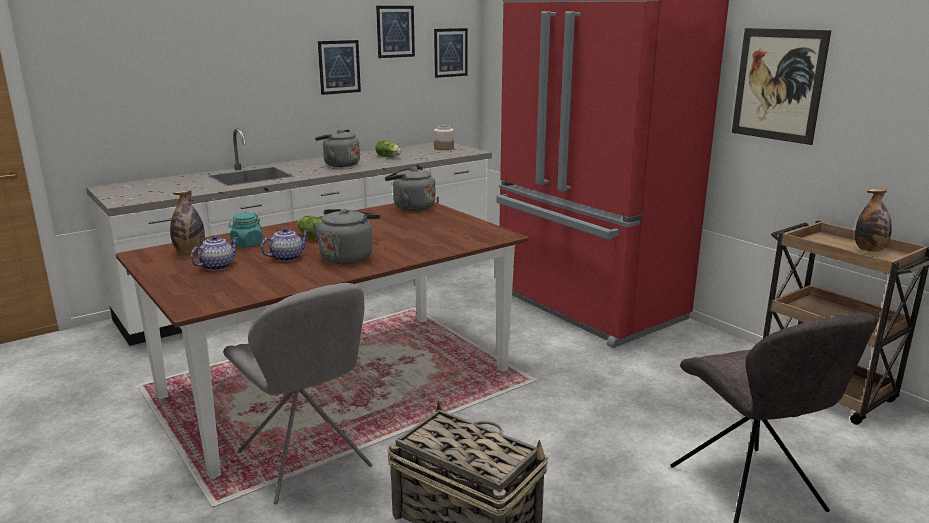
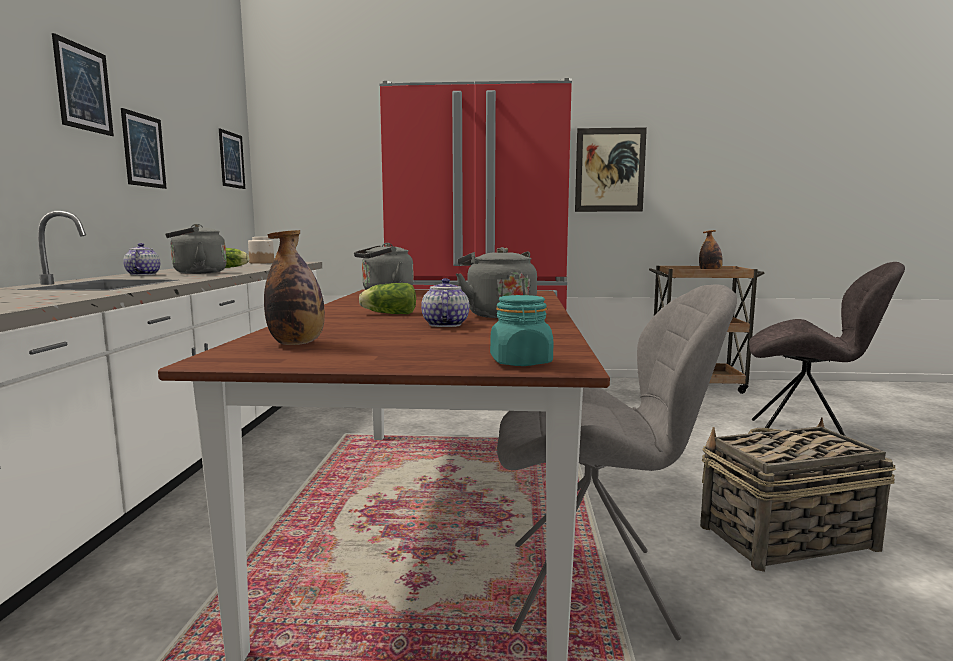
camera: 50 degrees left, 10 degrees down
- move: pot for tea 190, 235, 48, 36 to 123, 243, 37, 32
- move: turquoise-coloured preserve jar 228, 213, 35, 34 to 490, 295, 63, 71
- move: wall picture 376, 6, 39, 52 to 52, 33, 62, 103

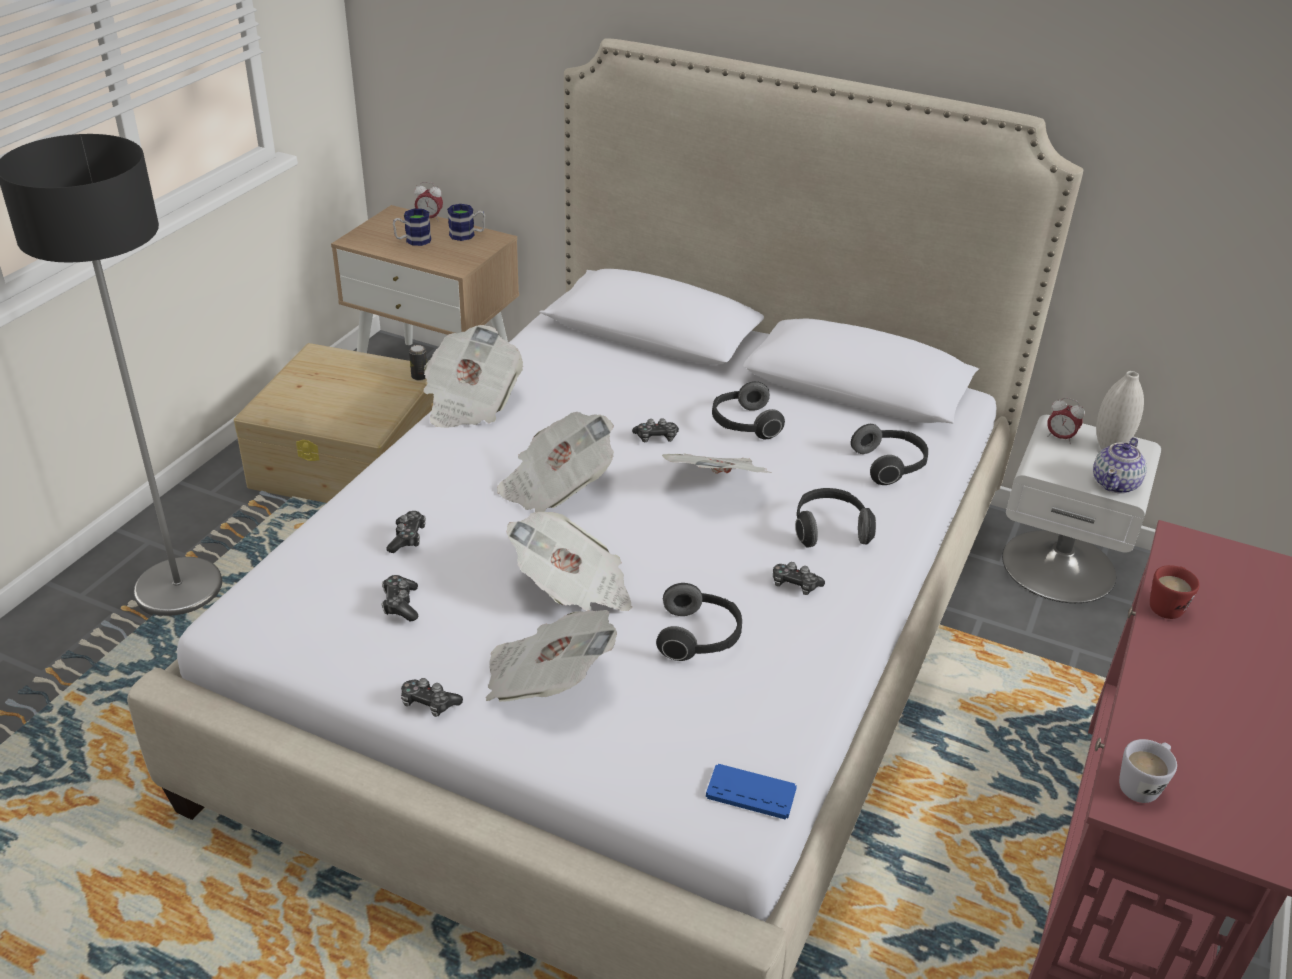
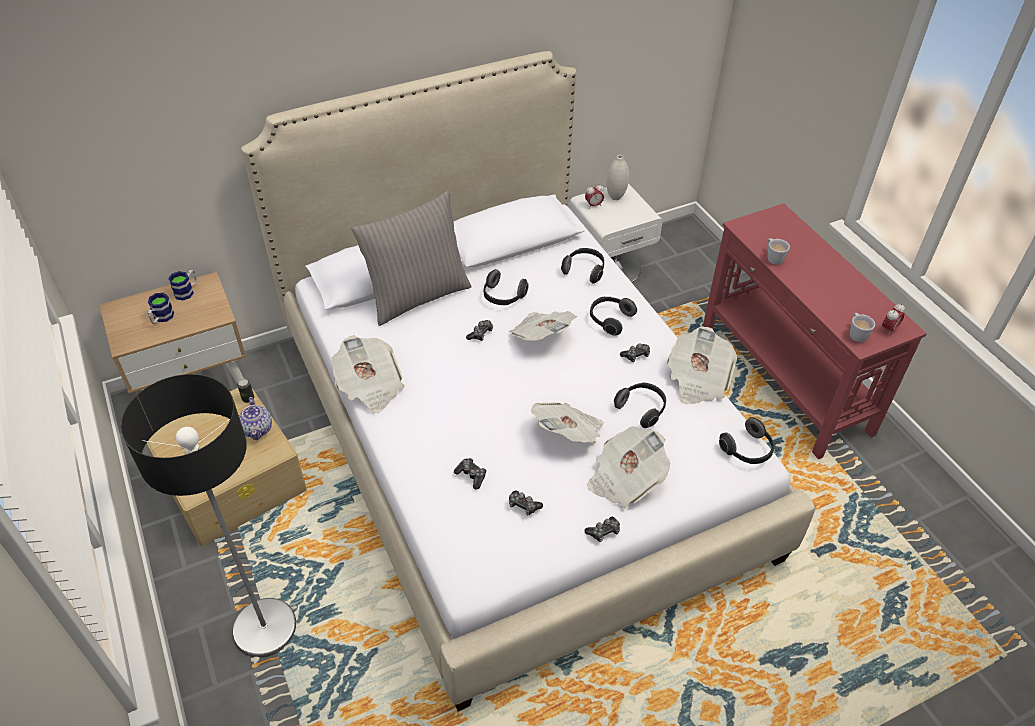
camera: 50 degrees left, 10 degrees up
- insert: gray throw pillow 351, 191, 121, 135
- move: table clock 414, 182, 29, 40 to 882, 303, 23, 32
- move: newspaper 497, 412, 117, 100 to 667, 327, 70, 77
- move: pot for tea 1093, 437, 54, 57 to 239, 397, 33, 43
- replace: blue joypad 706, 764, 91, 56 to pair of headphones 719, 417, 56, 47
- recolor: red mug 1150, 565, 50, 54 to white mug 767, 238, 23, 27

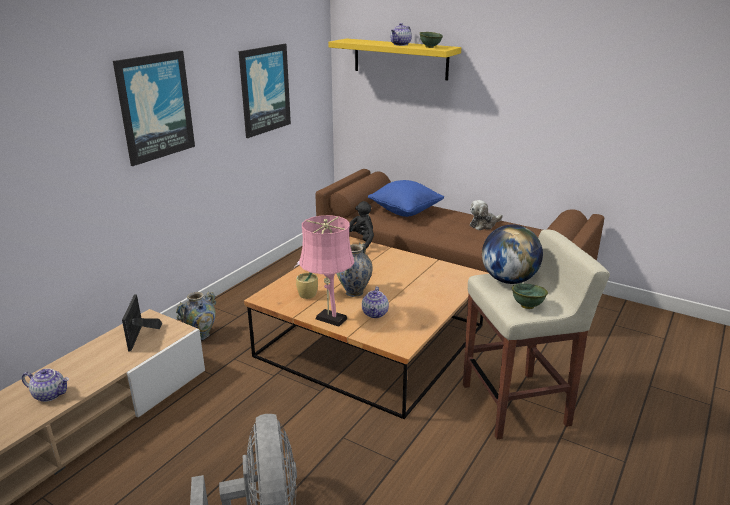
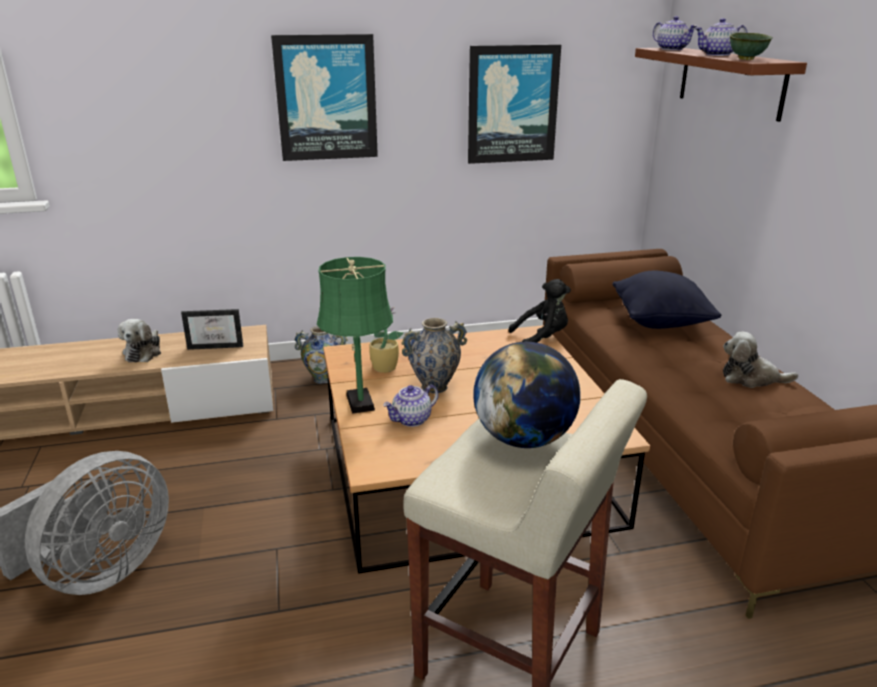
camera: 45 degrees right, 0 degrees up
- delete: green-coloured bowl 512, 283, 36, 26
- insert: plush toy 118, 319, 43, 43
- move: pot for tea 22, 368, 47, 34 to 653, 16, 44, 34
- recolor: pink-coloured lamp for a table 299, 215, 55, 112 to green-coloured lamp for a table 317, 257, 76, 157
- recolor: yellow wall shelf 328, 38, 133, 43 to brownish wall shelf 635, 48, 172, 74
- recolor: blue throw pillow 368, 180, 76, 37 to black-coloured throw pillow 612, 271, 109, 58
- rotate: standing frame 122, 294, 40, 58 = 181, 309, 62, 41 135 degrees counterclockwise

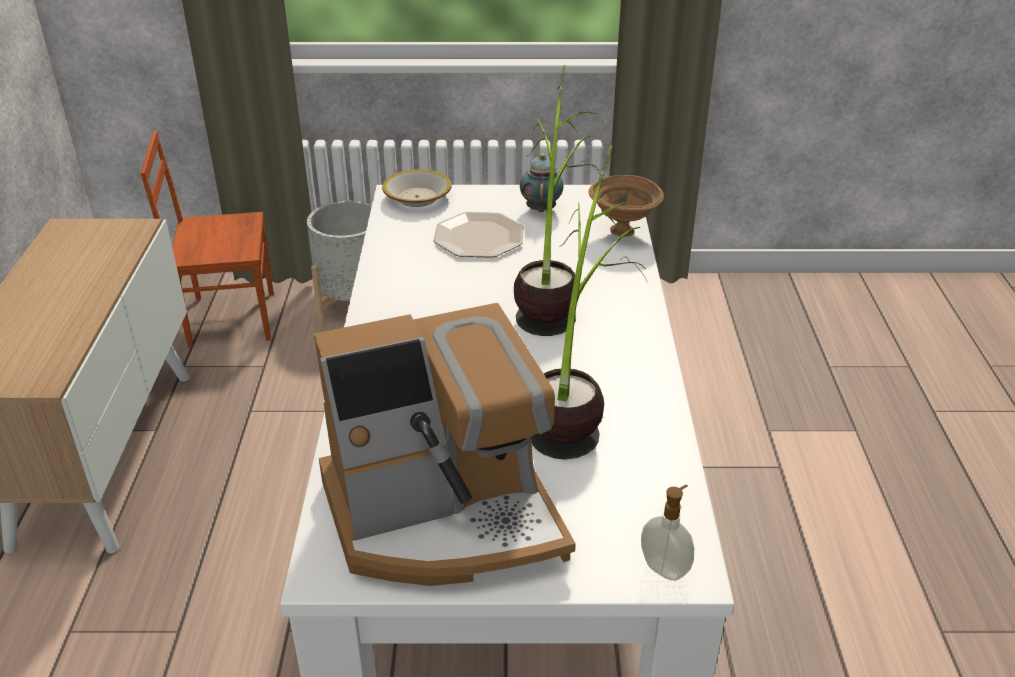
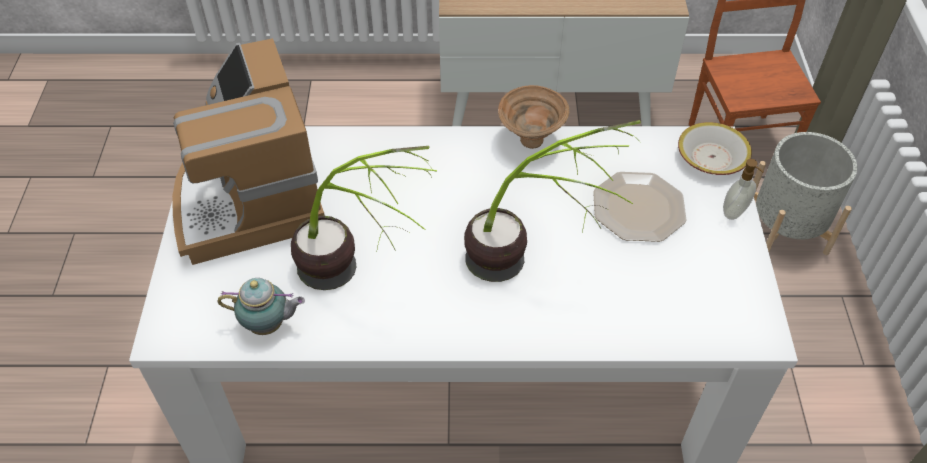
camera: 90 degrees right, 15 degrees up
- move: pot for tea 520, 153, 44, 59 to 217, 278, 88, 57
- move: brownish bowl 588, 175, 76, 62 to 498, 85, 71, 64
- move: soap bottle 641, 485, 53, 96 to 723, 159, 41, 61

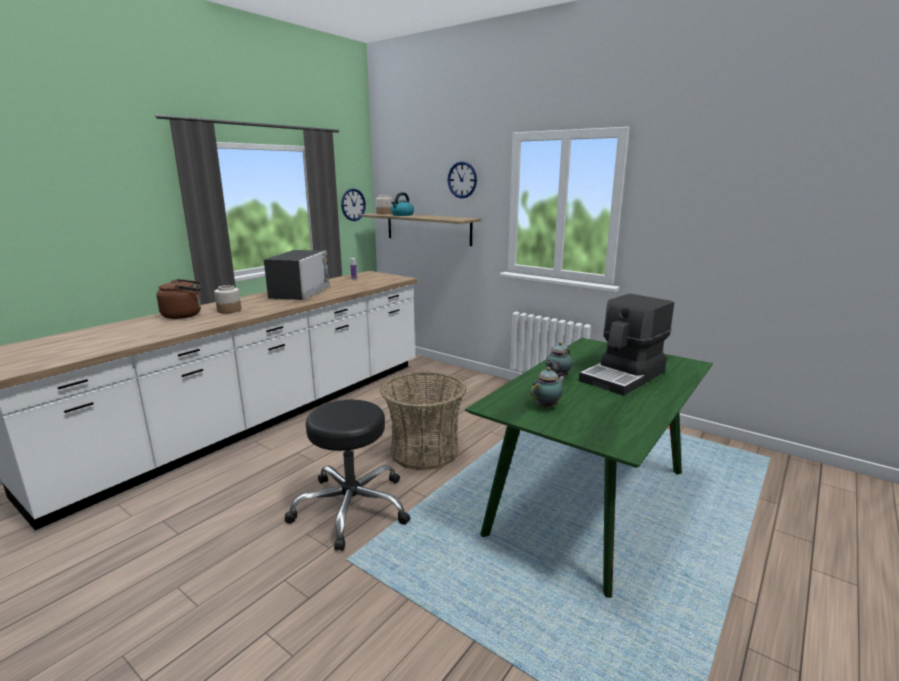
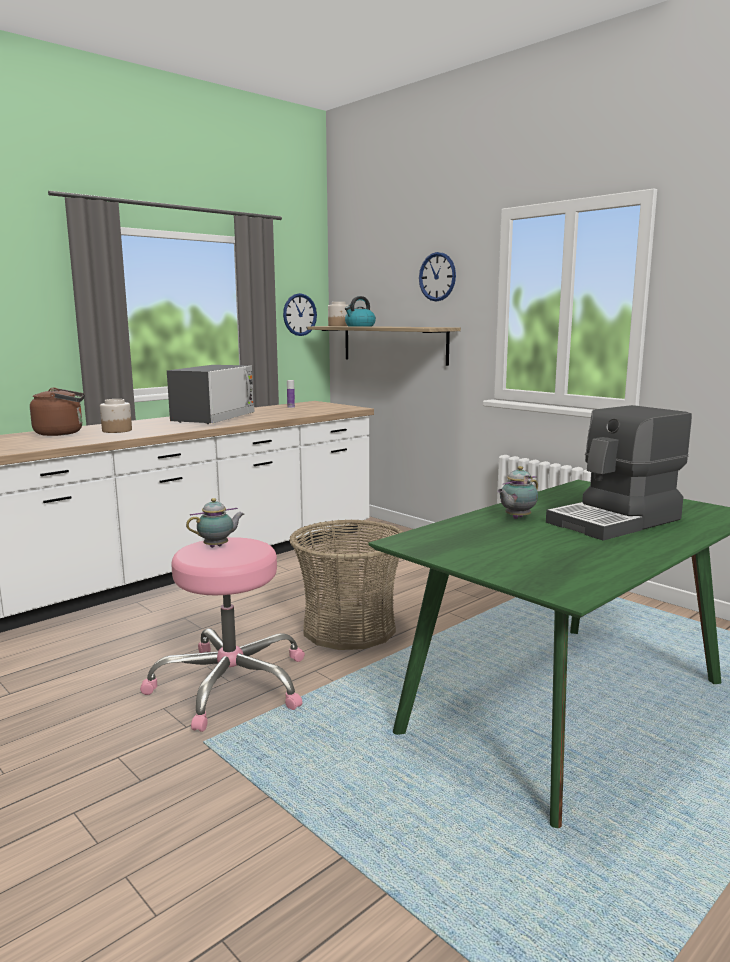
camera: 10 degrees right, 5 degrees down
- move: pot for tea 530, 367, 36, 41 to 186, 498, 58, 50
- recolor: black-coloured stool seat 285, 400, 126, 151 to pink-coloured stool seat 140, 537, 165, 195

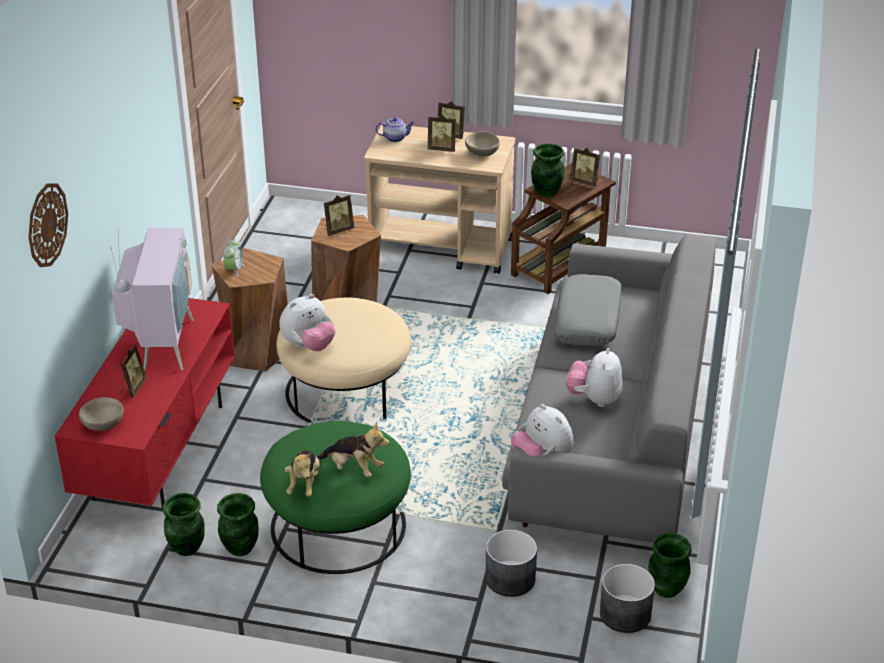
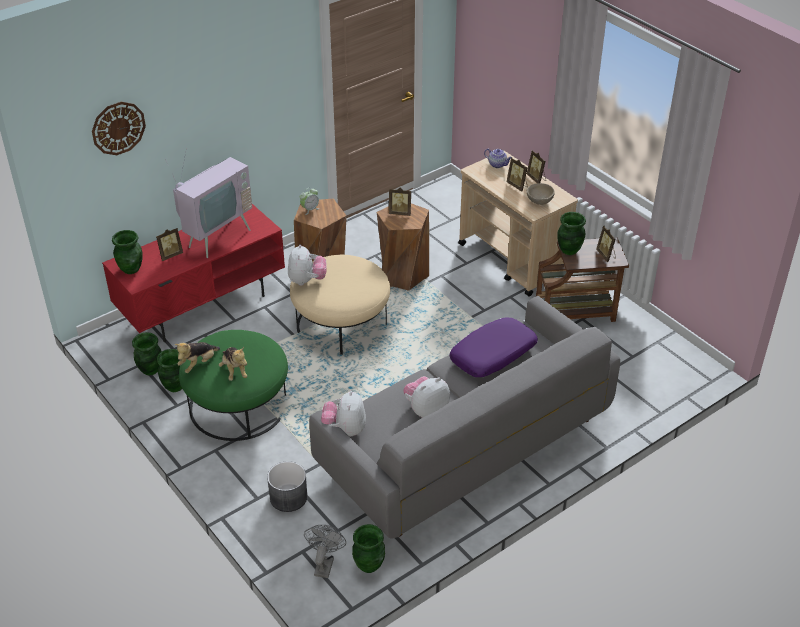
camera: 40 degrees right, 5 degrees up
- replace: sand-coloured bowl 79, 397, 45, 34 to green-coloured vase 112, 230, 31, 44
- replace: gray plant pot 600, 564, 55, 69 to gray electric fan 304, 525, 42, 53
- recolor: gray throw pillow 554, 274, 68, 72 to purple-coloured throw pillow 450, 318, 88, 59
- rotate: plush toy 279, 294, 57, 57 = 288, 244, 39, 42 90 degrees counterclockwise

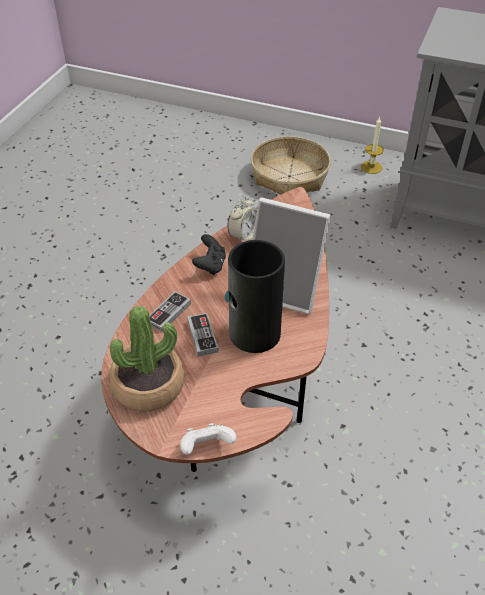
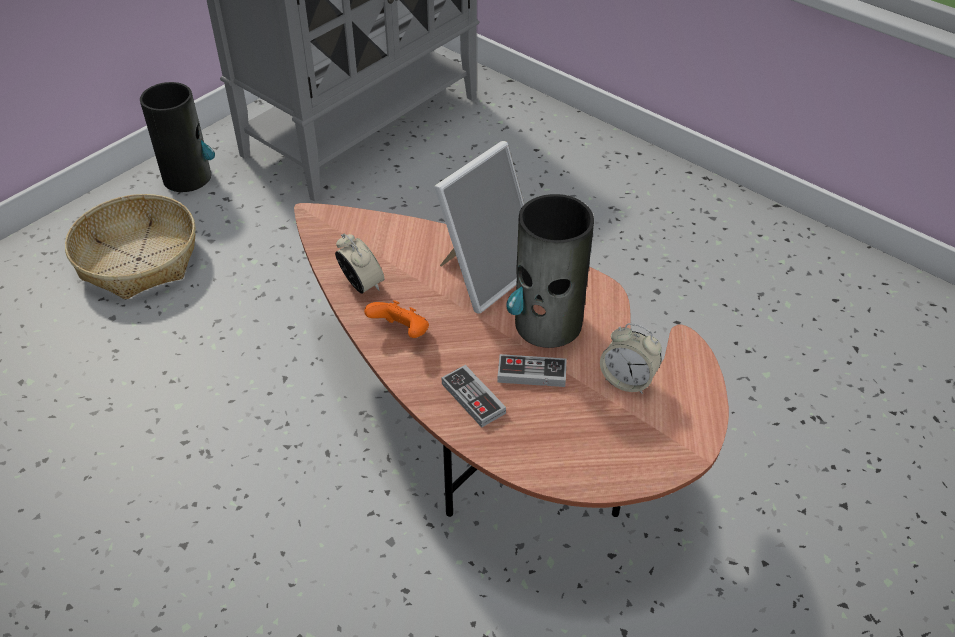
camera: 70 degrees left, 0 degrees up
- delete: houseplant 109, 306, 75, 106
- delete: white joypad 180, 423, 56, 32
- insert: table clock 600, 323, 62, 71
- replace: wax candle 361, 117, 23, 57 to vase 140, 82, 75, 110
- recolor: black-coloured joypad 192, 234, 34, 41 to orange joypad 364, 300, 65, 38

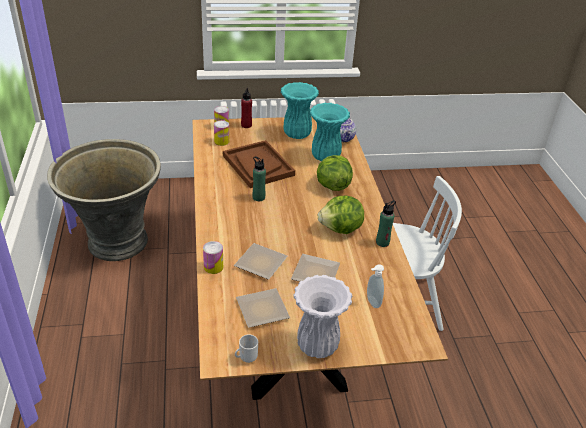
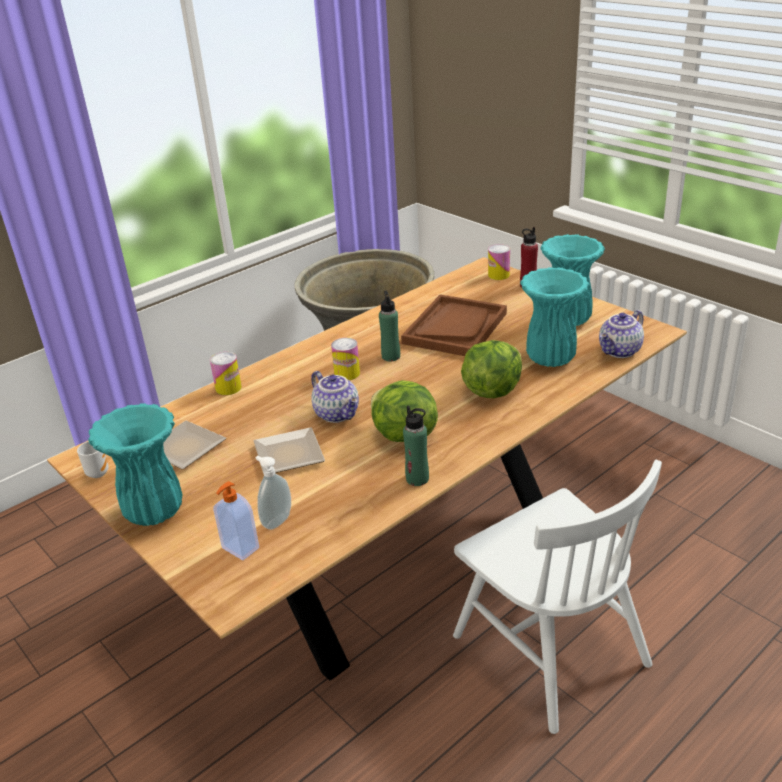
camera: 60 degrees right, 5 degrees down
- delete: flat dish 234, 243, 54, 37
- insert: soap bottle 213, 481, 46, 79
- insert: pot for tea 311, 371, 48, 52
- move: can 214, 120, 16, 26 to 331, 338, 29, 42
- recolor: white vase 294, 275, 58, 83 to turquoise-coloured vase 88, 403, 94, 123

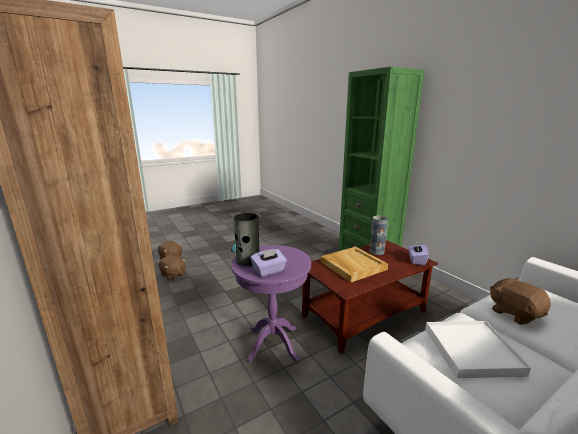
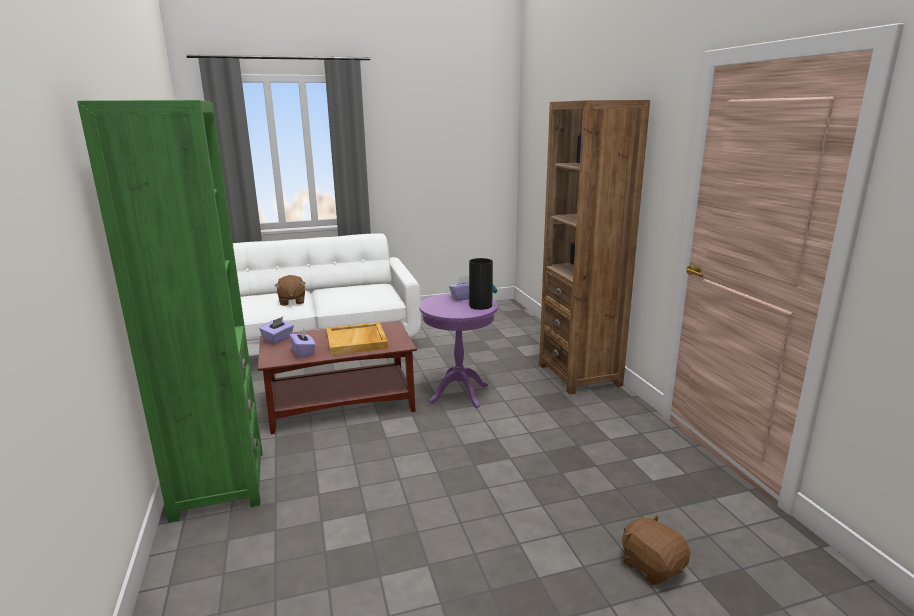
camera: 165 degrees left, 0 degrees up
- delete: brownish plush toy 159, 255, 27, 26
- delete: white serving tray 425, 321, 106, 57
- replace: vase 370, 215, 18, 40 to purple-coloured box of tissues 289, 327, 27, 31

